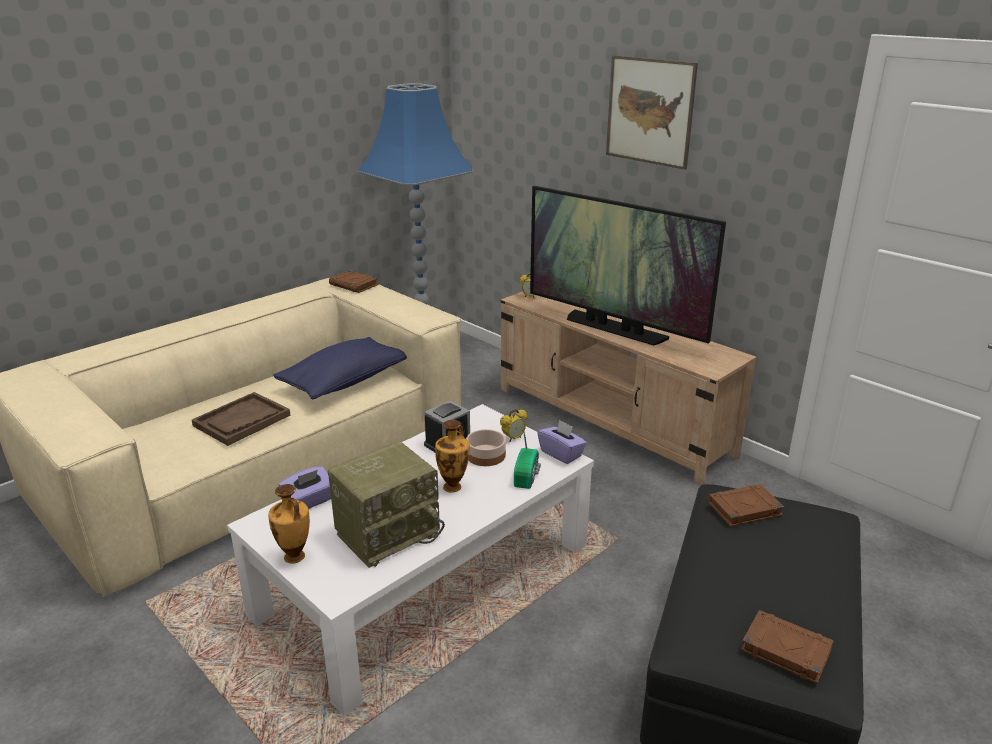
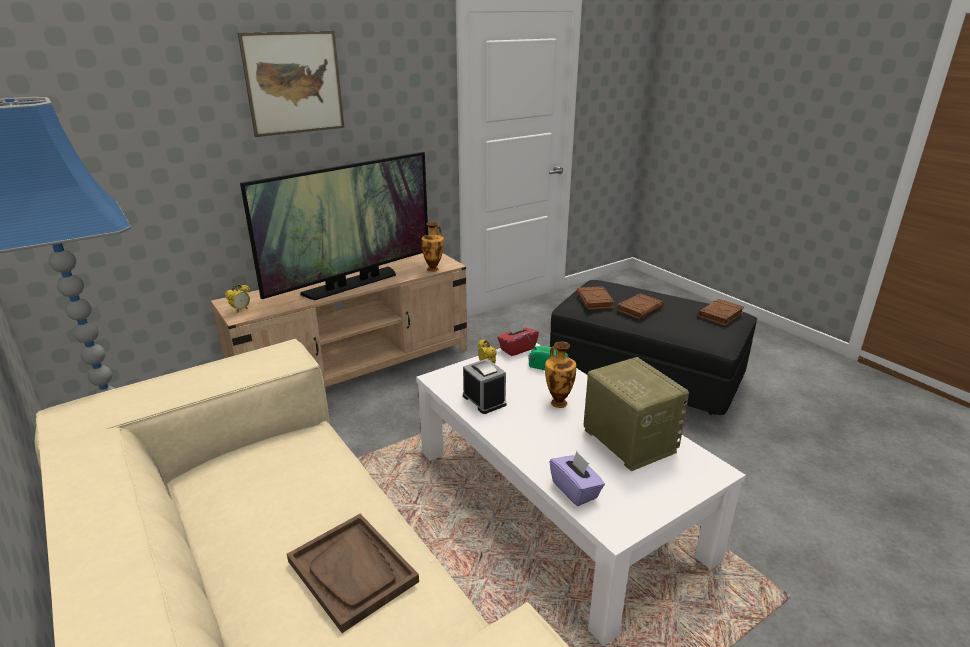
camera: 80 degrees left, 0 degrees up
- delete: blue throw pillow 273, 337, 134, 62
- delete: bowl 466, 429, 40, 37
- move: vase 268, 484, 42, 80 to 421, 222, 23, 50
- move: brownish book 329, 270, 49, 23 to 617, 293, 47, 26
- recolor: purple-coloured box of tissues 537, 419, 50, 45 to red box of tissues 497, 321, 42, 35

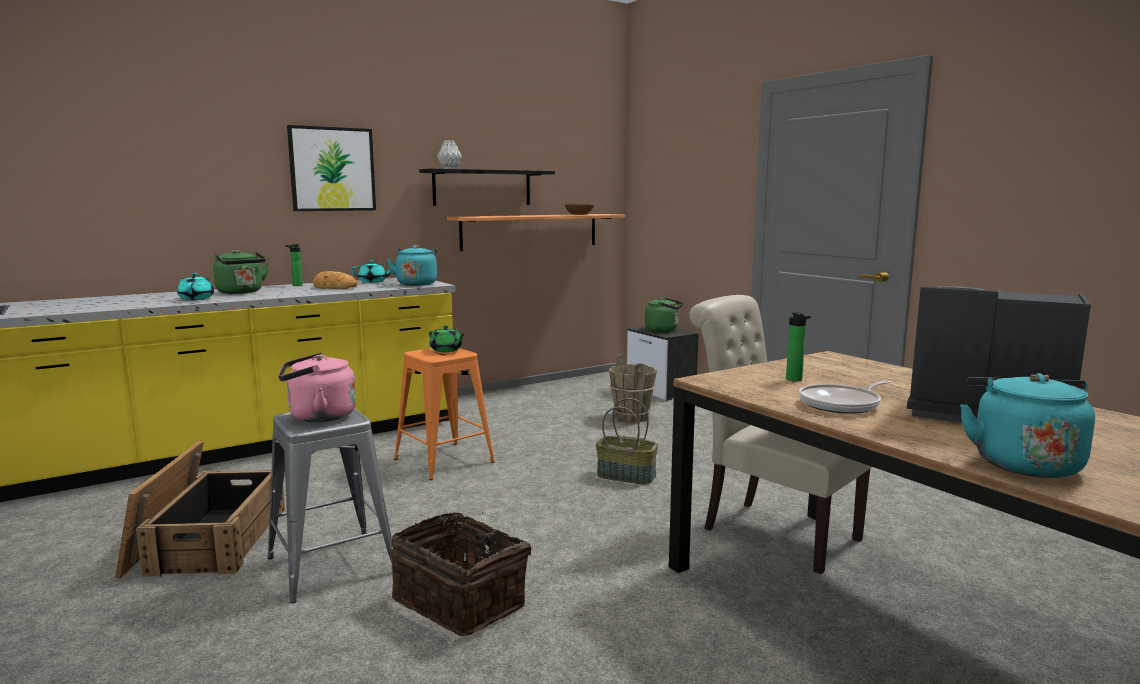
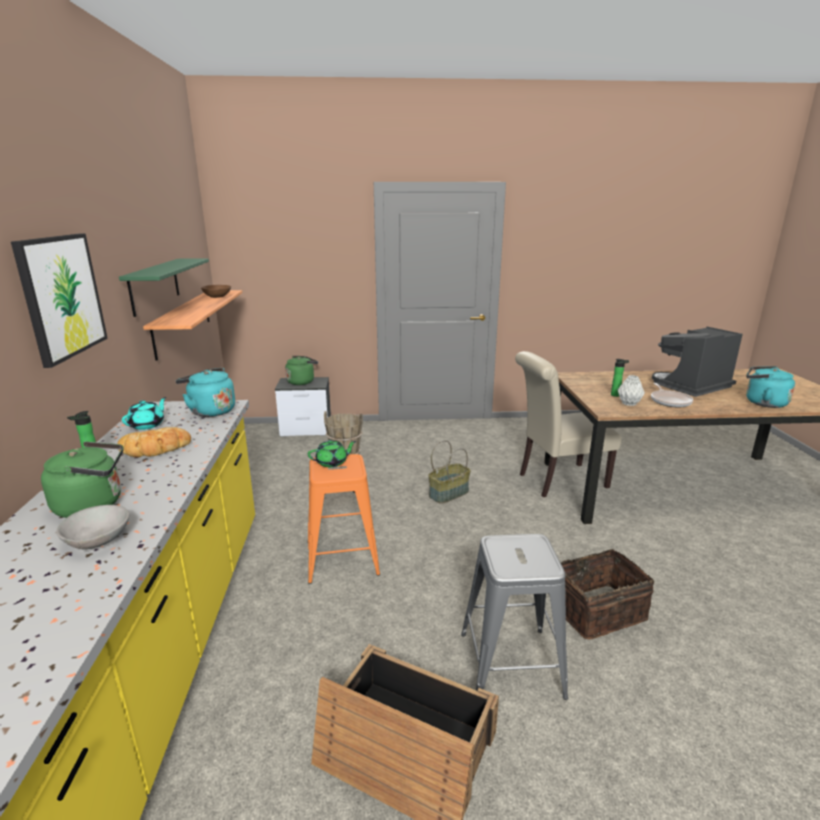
camera: 60 degrees left, 10 degrees up
- delete: pink-coloured water kettle 278, 353, 78, 69
- move: gray vase 438, 140, 24, 29 to 618, 375, 27, 31
- replace: turquoise-coloured pot for tea 177, 273, 37, 27 to gray bowl 56, 505, 73, 44
- recolor: black-coloured wall shelf 419, 168, 136, 38 to green-coloured wall shelf 119, 258, 90, 59

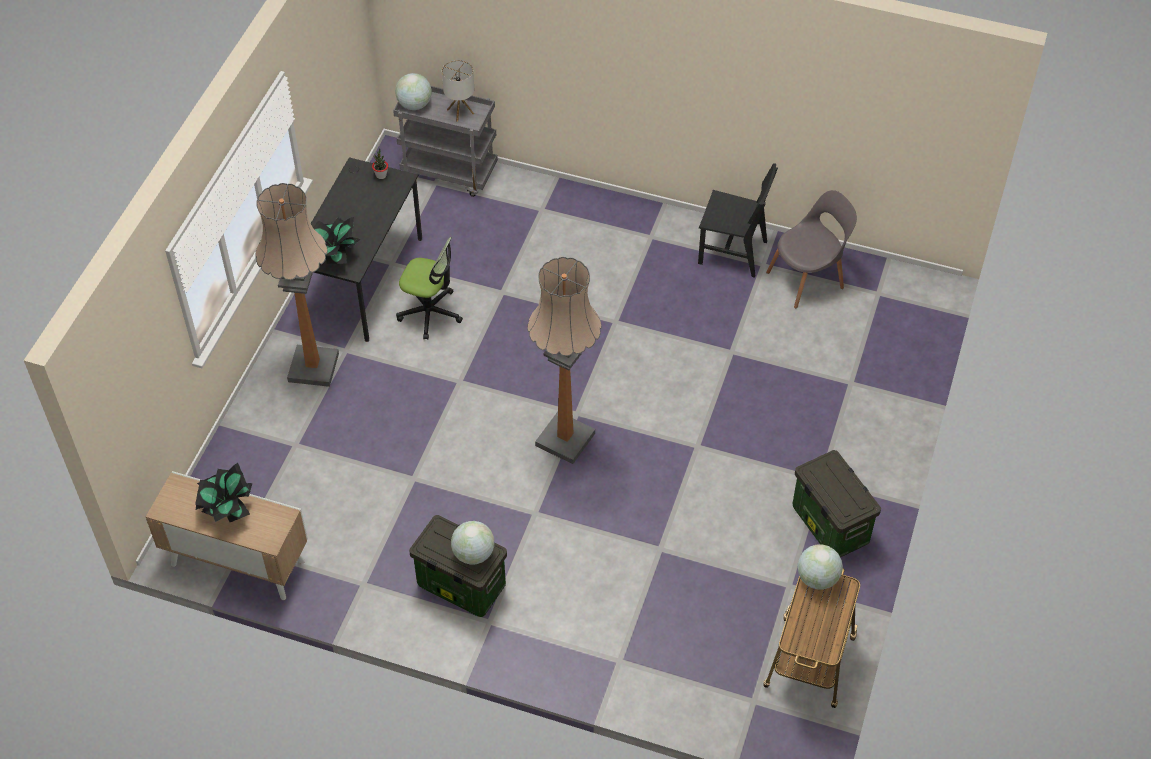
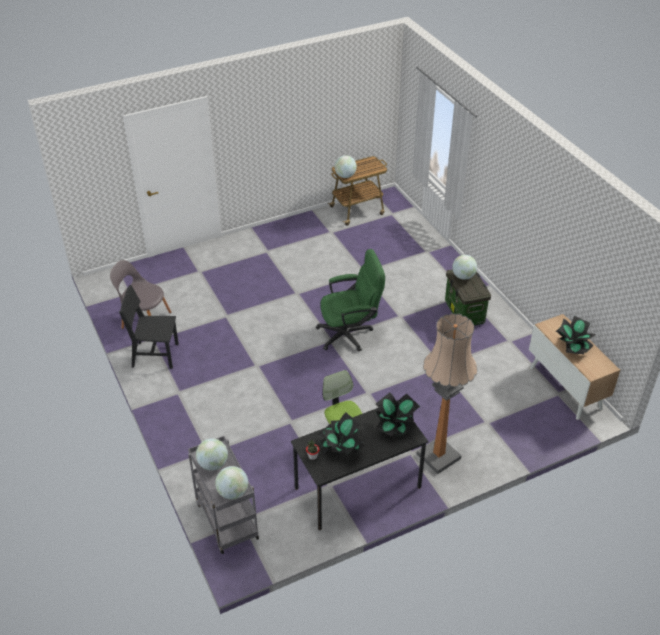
camera: 135 degrees left, 10 degrees down
- delete: storage box 793, 450, 88, 107
- insert: houseplant 317, 413, 47, 41
- replace: lamp for a table 442, 60, 32, 62 to desk globe 196, 438, 32, 33
- replace: floor lamp 527, 257, 75, 207 to green-coloured computer chair 316, 249, 69, 102
- rotate: black-coloured upright chair 698, 163, 80, 115 = 119, 285, 60, 84 60 degrees counterclockwise

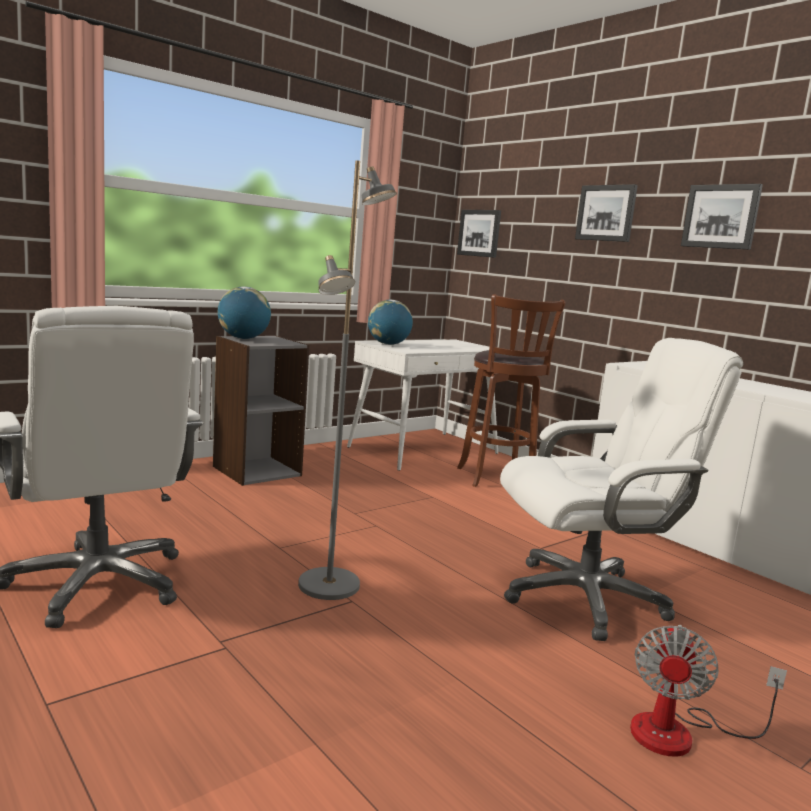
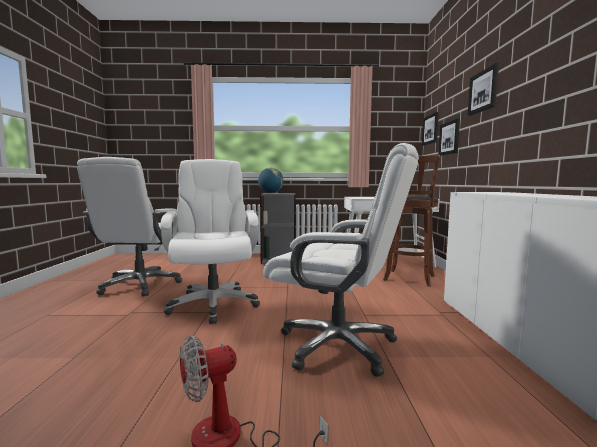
camera: 40 degrees right, 5 degrees down
- delete: desk globe 368, 300, 45, 45
- move: wall picture 681, 184, 82, 66 to 438, 118, 22, 38
- replace: gray floor lamp 298, 160, 99, 440 to white computer chair 160, 159, 100, 165

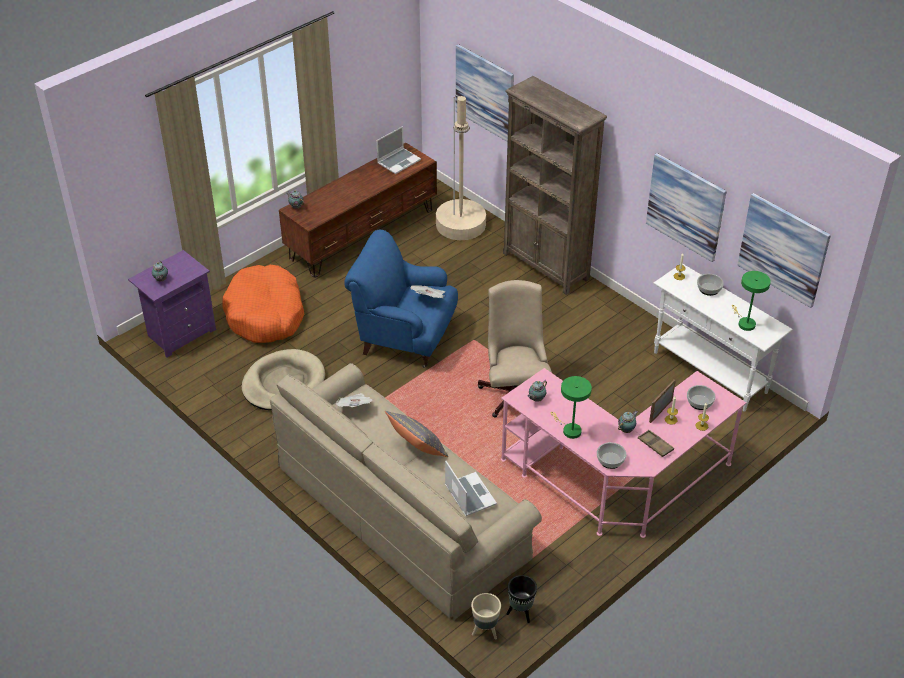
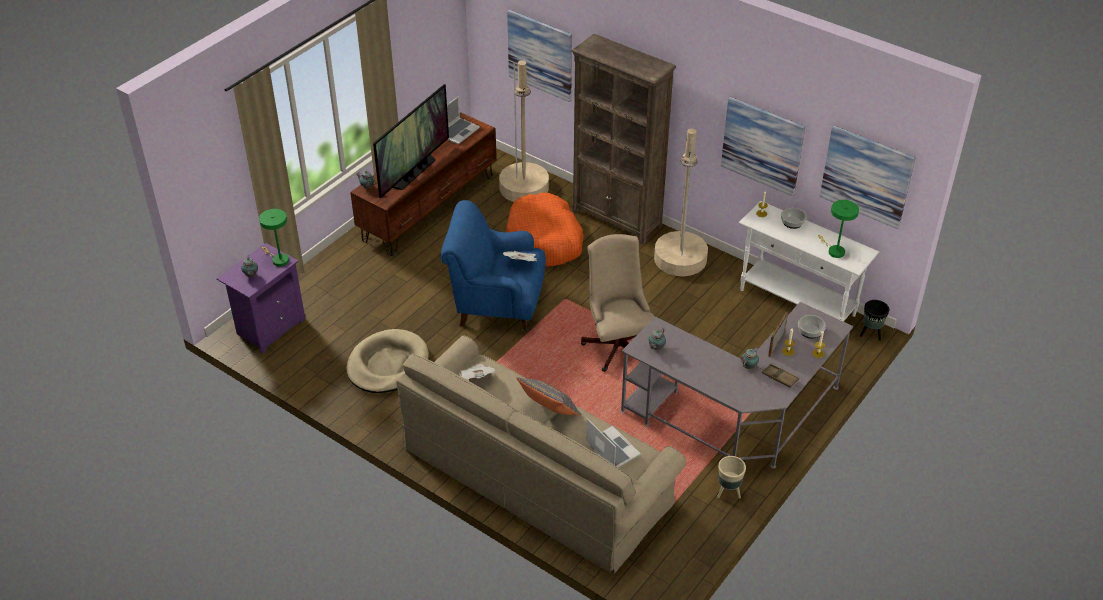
camera: 10 degrees left, 0 degrees up
- delete: bowl 597, 442, 29, 27
- insert: TV set 373, 84, 76, 114
- insert: sand-coloured floor lamp 654, 129, 54, 147
- move: orange pet bed 222, 265, 83, 78 to 506, 193, 78, 74
- move: sand-coloured plant pot 471, 593, 30, 47 to 717, 456, 29, 42
- move: black-coloured plant pot 507, 575, 30, 48 to 860, 300, 29, 40
- move: green-coloured lamp for a table 551, 376, 41, 63 to 259, 209, 30, 58
- recolor: pink-coloured desk 501, 368, 245, 170 to gray desk 620, 302, 233, 167

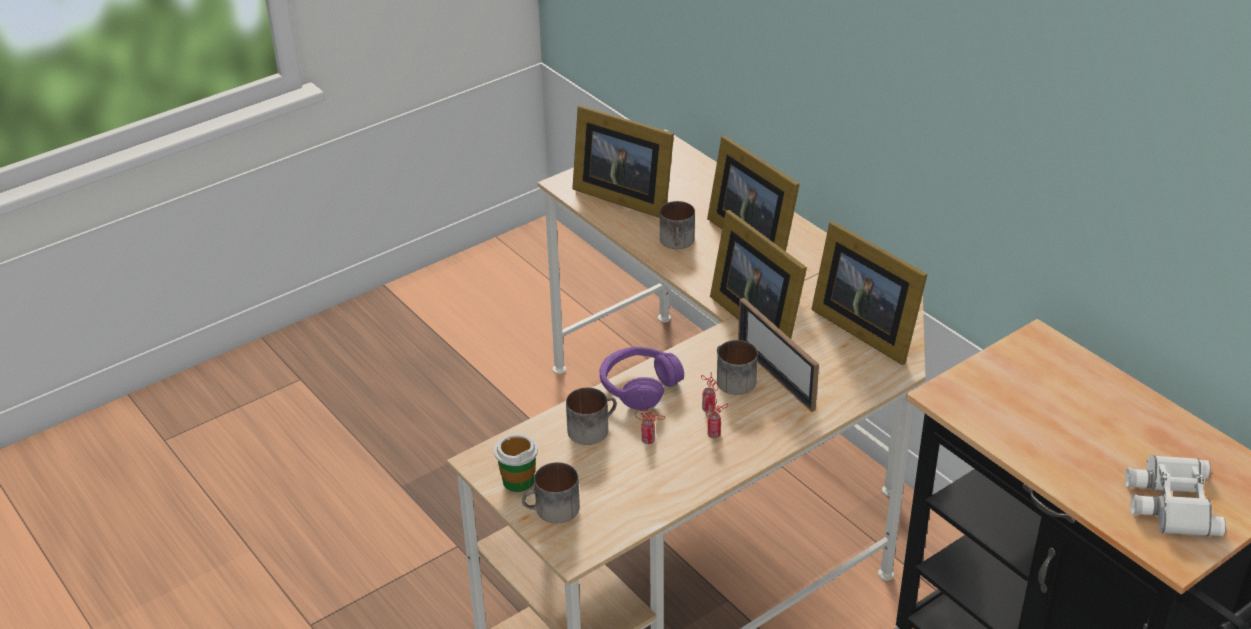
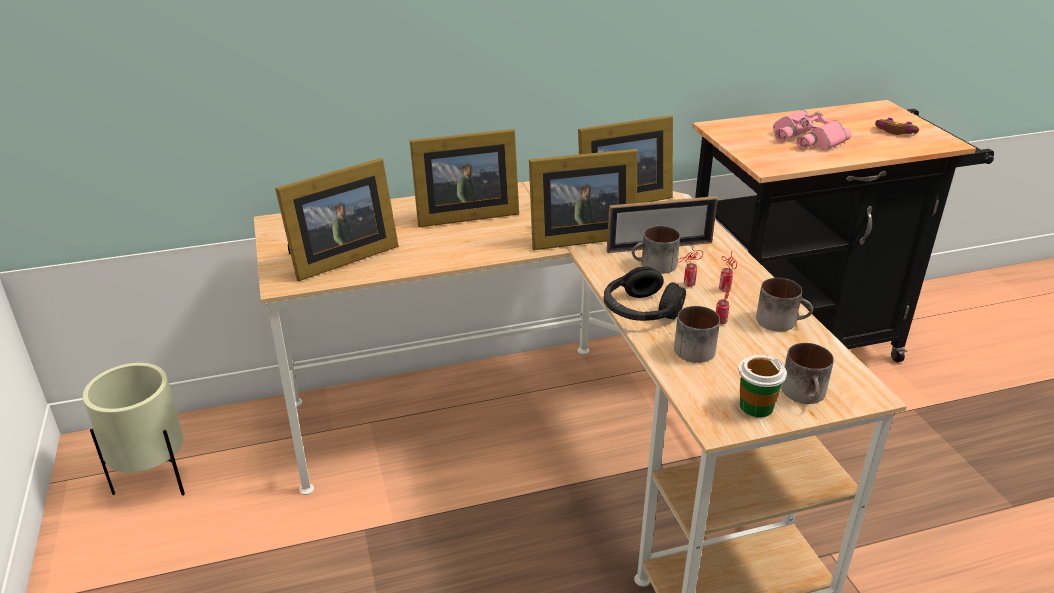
camera: 70 degrees left, 5 degrees down
- insert: sand-coloured plant pot 83, 363, 102, 133
- insert: pink-coloured field glasses 773, 110, 79, 41
- move: mug 660, 201, 35, 48 to 756, 278, 57, 53
- replace: white field glasses 1125, 455, 101, 81 to brownish joypad 875, 118, 44, 17
- recolor: purple-coloured pair of headphones 600, 347, 84, 63 to black-coloured pair of headphones 604, 267, 82, 54

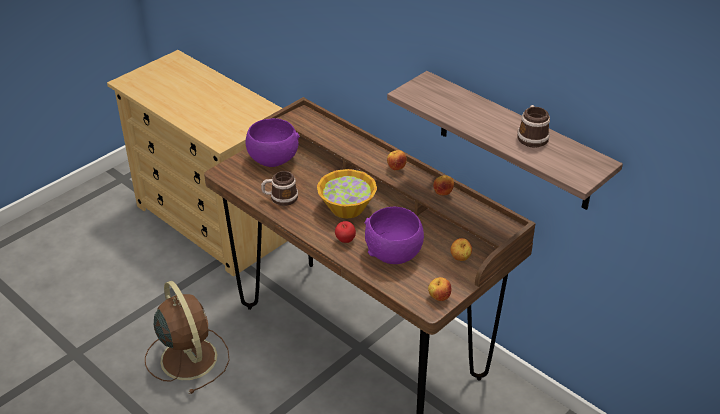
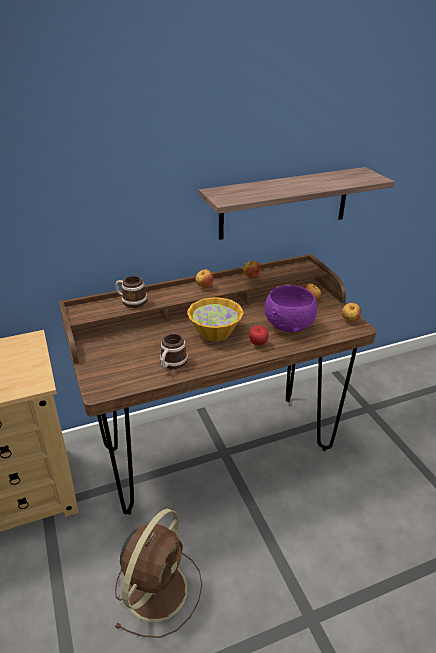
camera: 65 degrees left, 5 degrees down
- delete: purple-coloured bowl 246, 118, 54, 49
- move: mug 517, 105, 33, 43 to 115, 276, 32, 32
- rotate: brownish electric fan 145, 281, 85, 113 = 114, 509, 88, 129 120 degrees clockwise

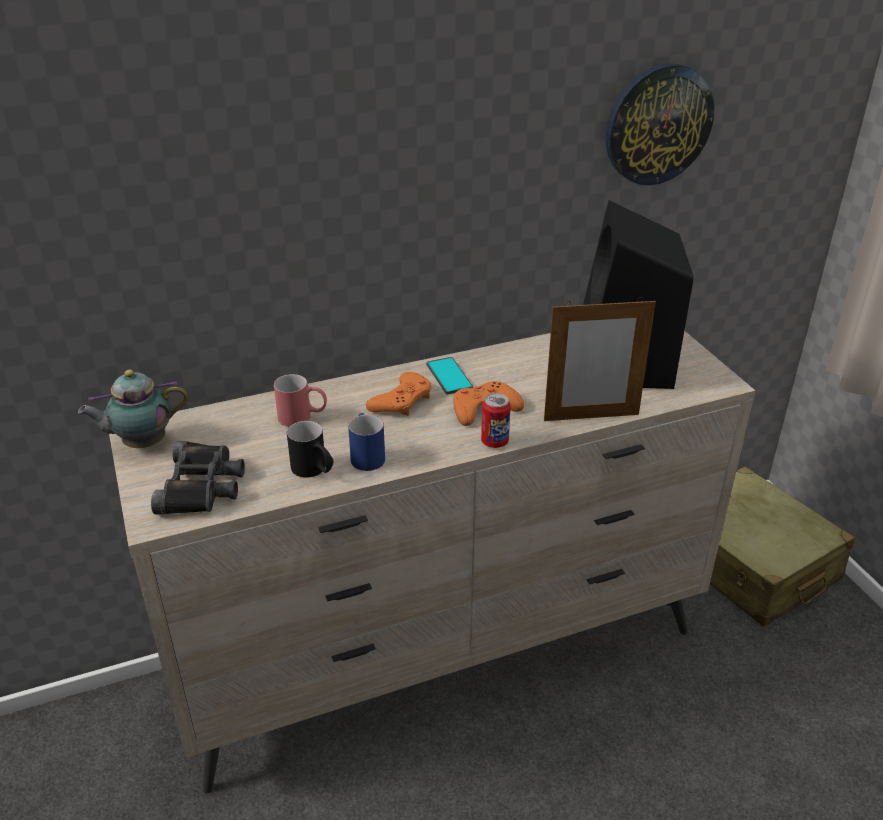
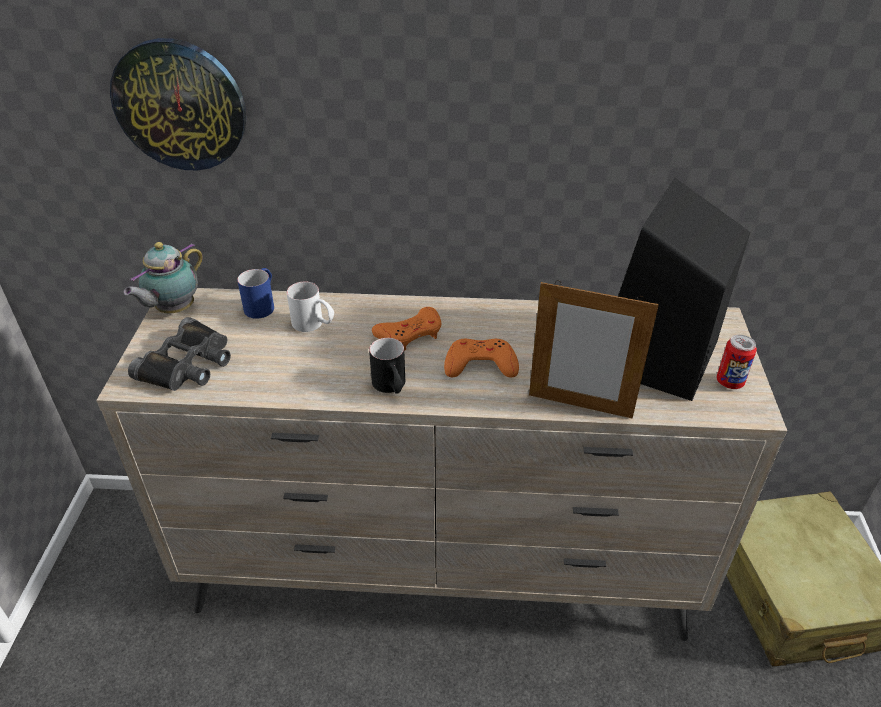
camera: 25 degrees right, 5 degrees up
- delete: phone 426, 357, 47, 38
- move: black-coloured mug 287, 421, 47, 57 to 369, 338, 36, 56
- move: blue mug 348, 413, 37, 58 to 237, 268, 37, 51
- move: can 481, 393, 30, 55 to 716, 335, 41, 54
- move: clock on the wall 606, 63, 109, 122 to 110, 38, 136, 133
- recolor: red mug 274, 374, 53, 53 to white mug 287, 282, 47, 50
- rotate: pot for tea 78, 370, 110, 78 = 123, 242, 80, 71 60 degrees counterclockwise

